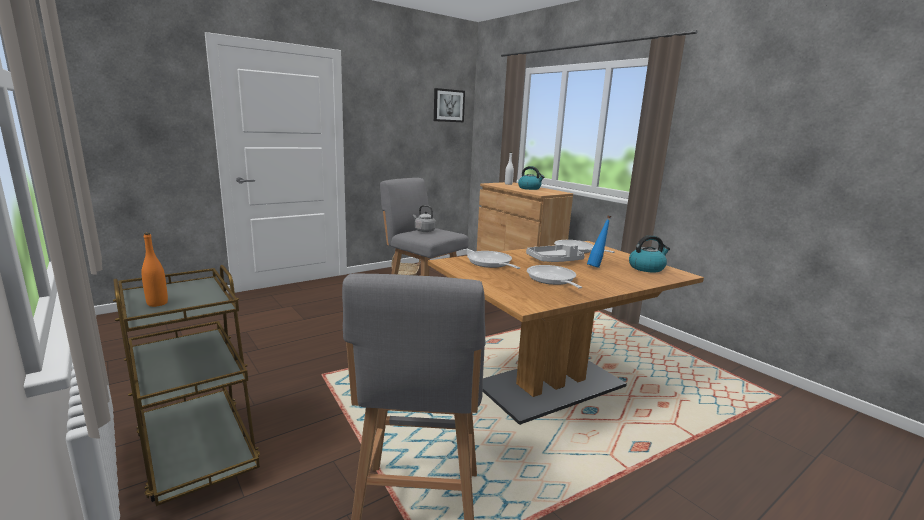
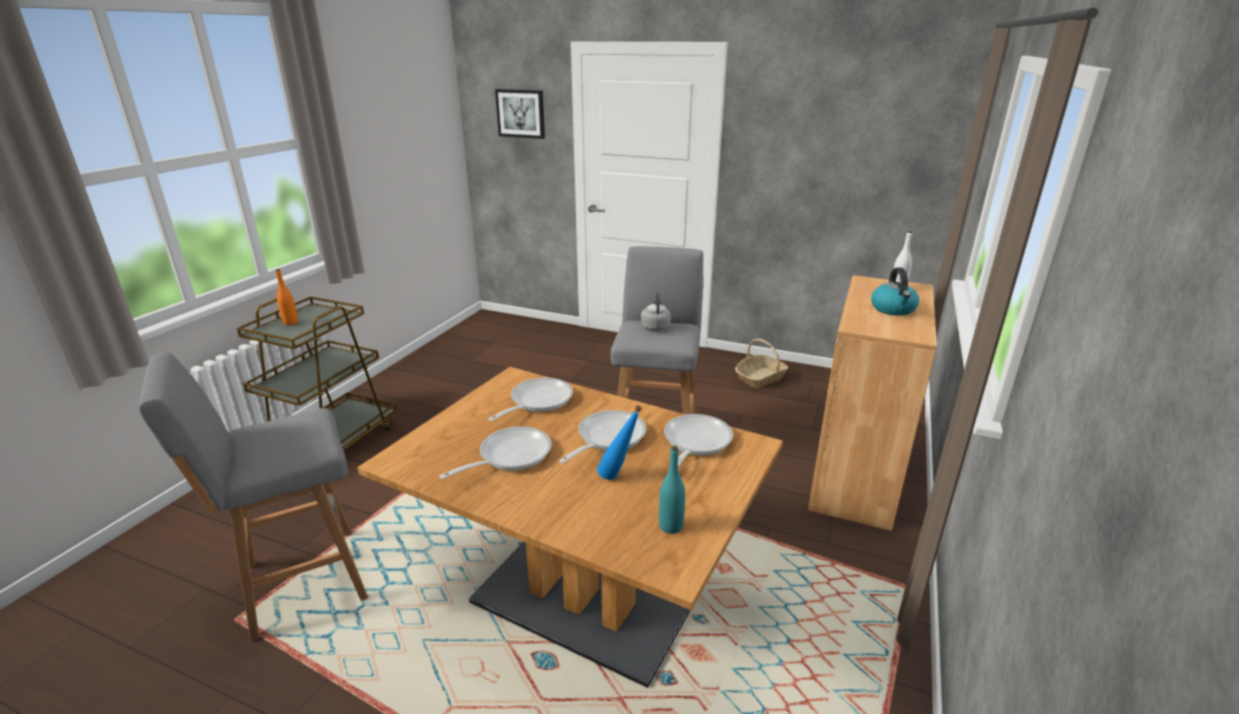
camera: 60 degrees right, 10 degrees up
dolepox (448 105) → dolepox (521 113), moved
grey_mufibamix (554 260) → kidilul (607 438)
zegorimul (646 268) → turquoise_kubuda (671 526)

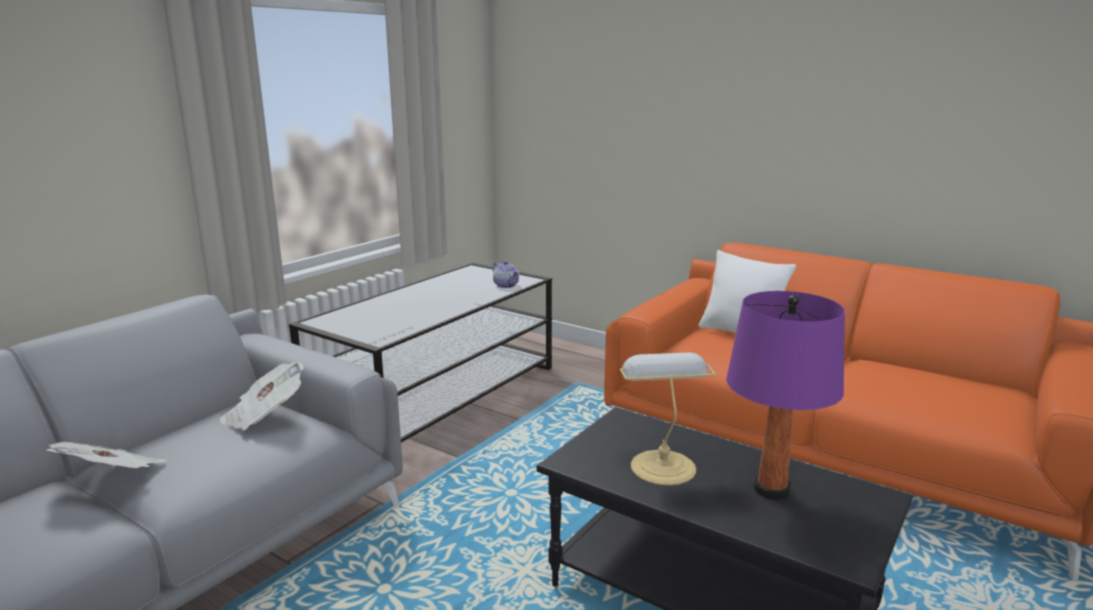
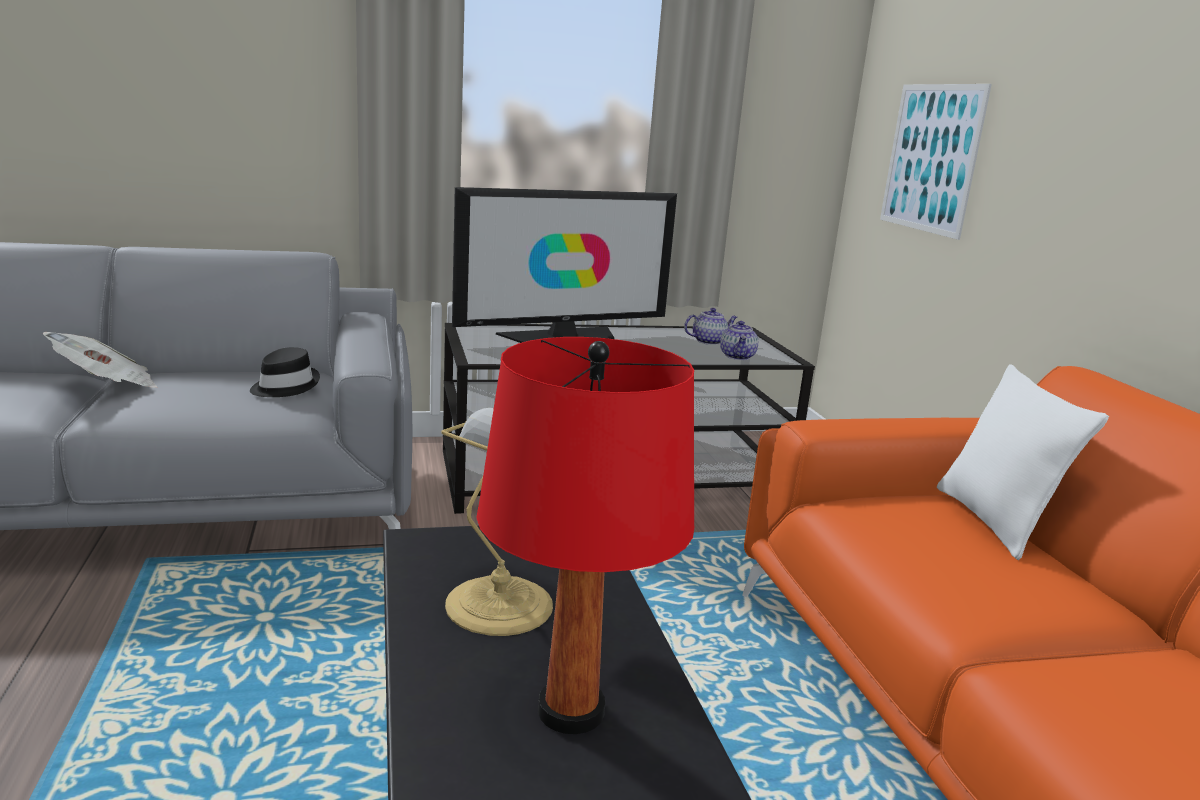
camera: 40 degrees right, 0 degrees up
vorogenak (265 416) → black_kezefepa (284 386)
- → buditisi (562 336)
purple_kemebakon (772 490) → red_kemebakon (570 712)
- → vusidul (709 341)
- → dolepox (931 158)

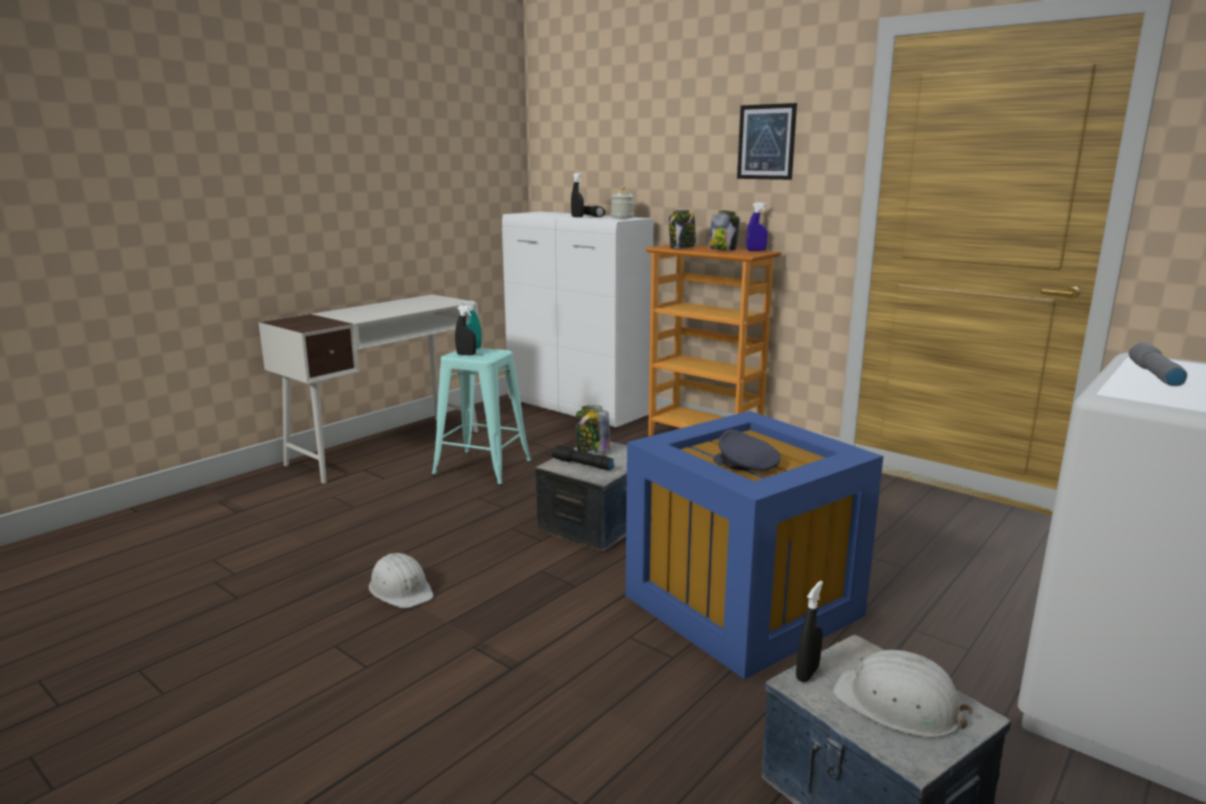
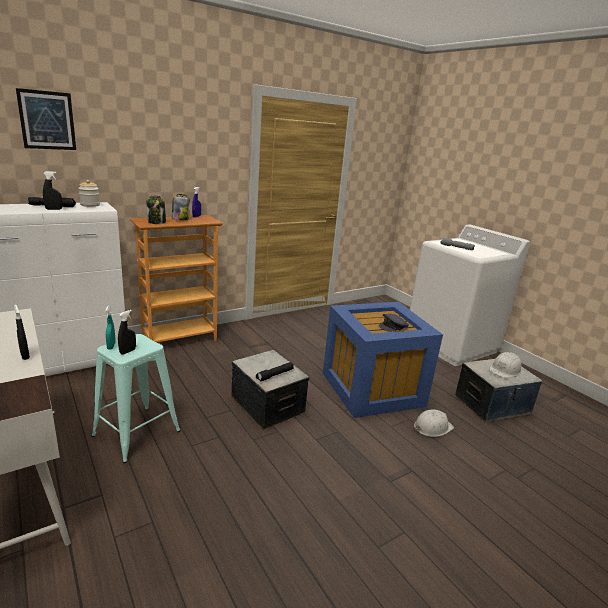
camera: 75 degrees left, 5 degrees up
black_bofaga (807 673) → black_bofaga (25 355), moved
dolepox (766 142) → dolepox (47 120), moved
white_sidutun (401 590) → white_sidutun (432 427), moved
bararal (592 450) → -

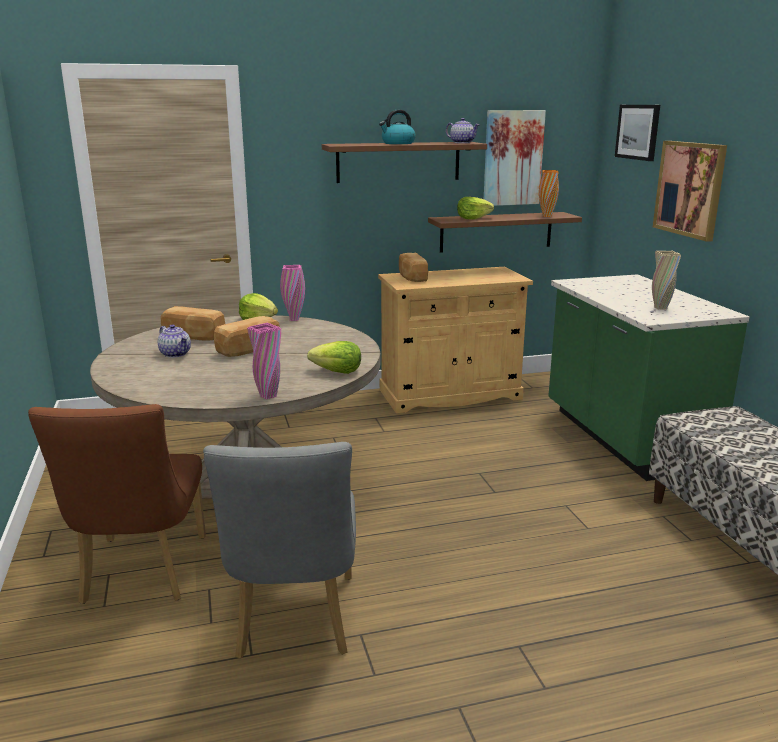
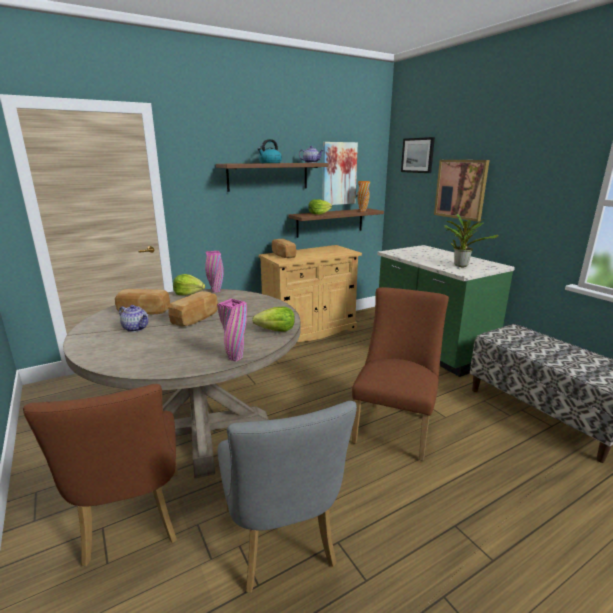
camera: 15 degrees left, 0 degrees up
- → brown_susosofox (395 426)
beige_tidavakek (660 308) → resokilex (460 265)

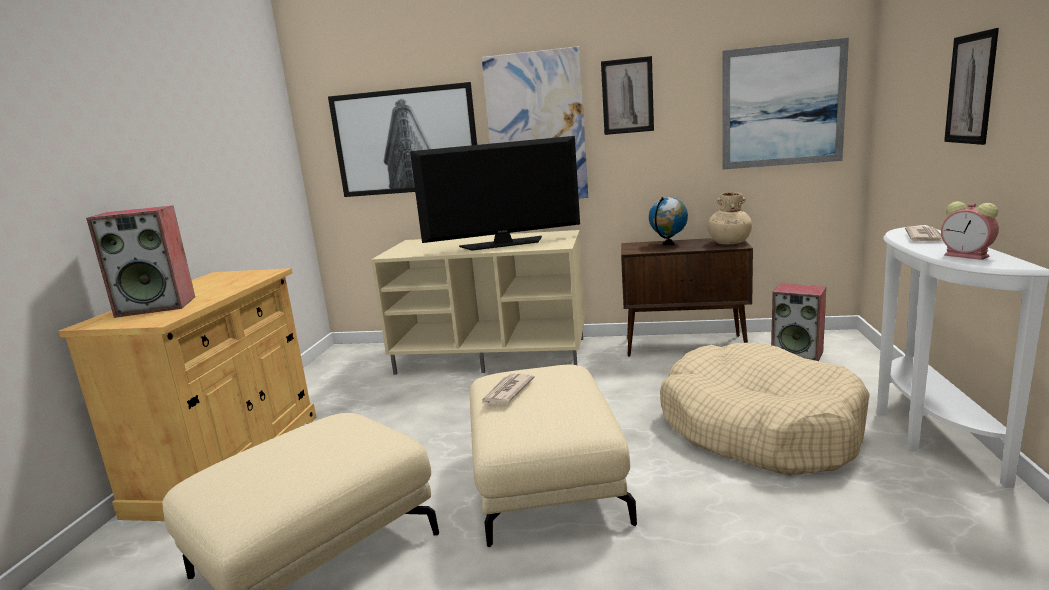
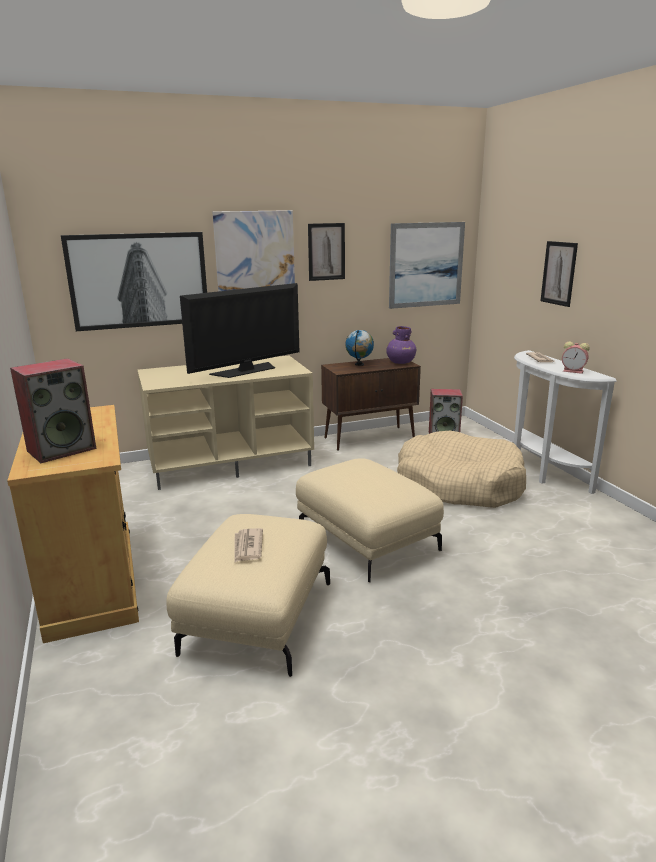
camera: 30 degrees left, 5 degrees up
vorogenak (507 392) → vorogenak (247 547), moved
beige_tidavakek (729 243) → purple_tidavakek (400 362)

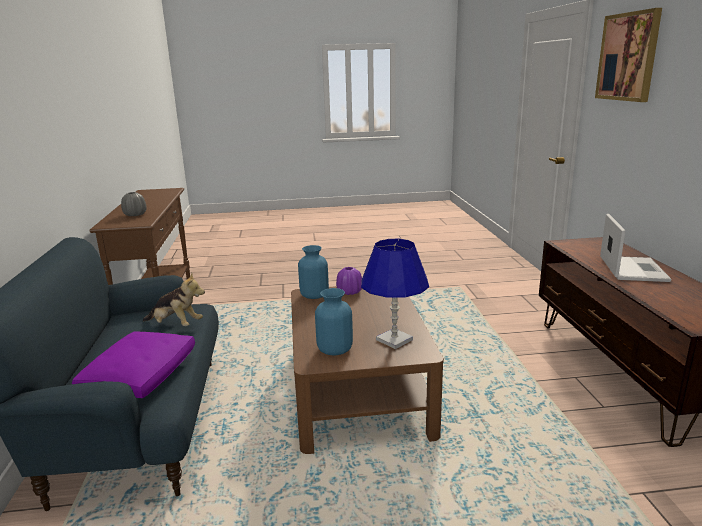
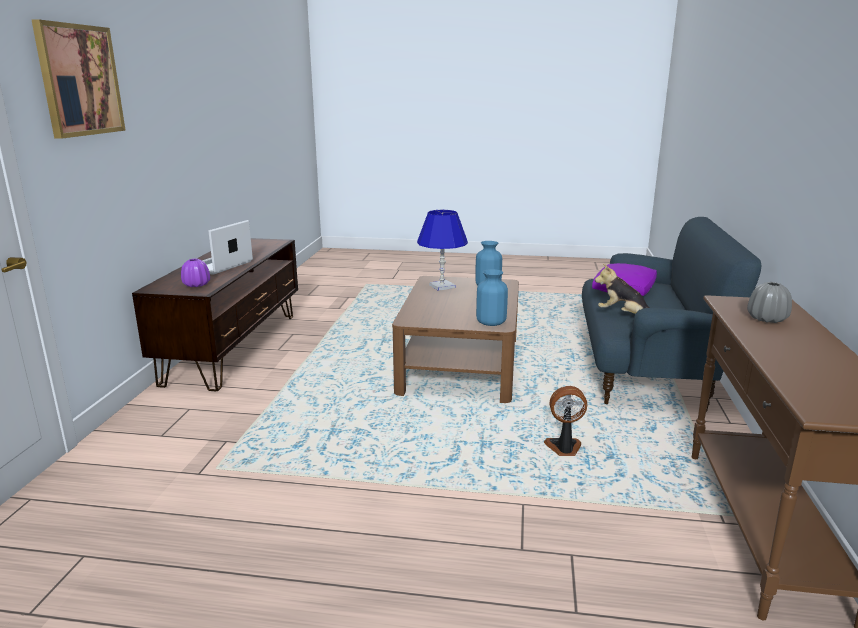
camera: 165 degrees left, 0 degrees up
purple_tidavakek (349 292) → purple_tidavakek (196 285), moved
- → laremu (564 448)

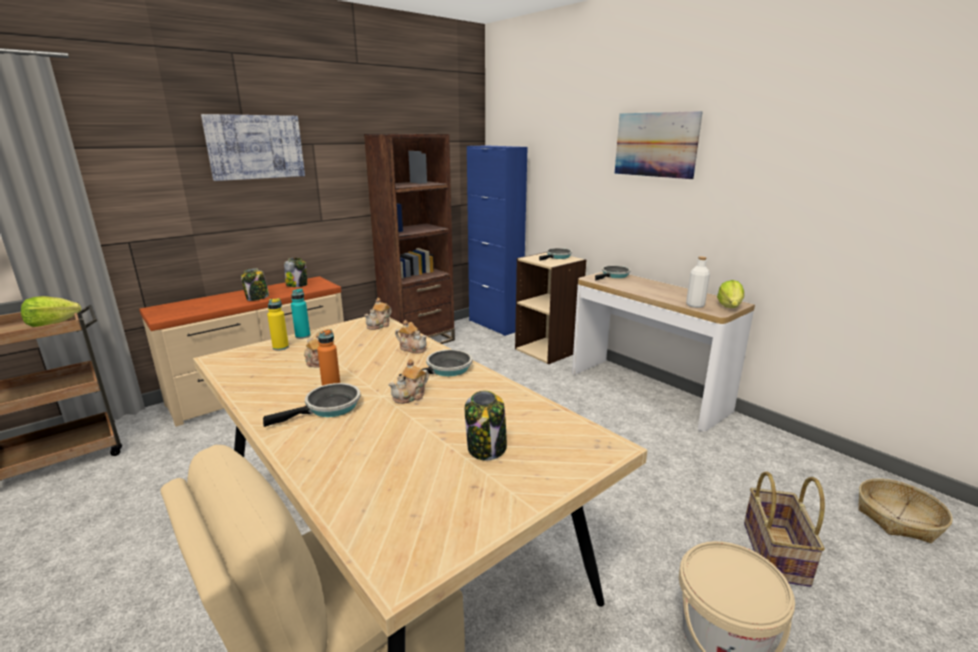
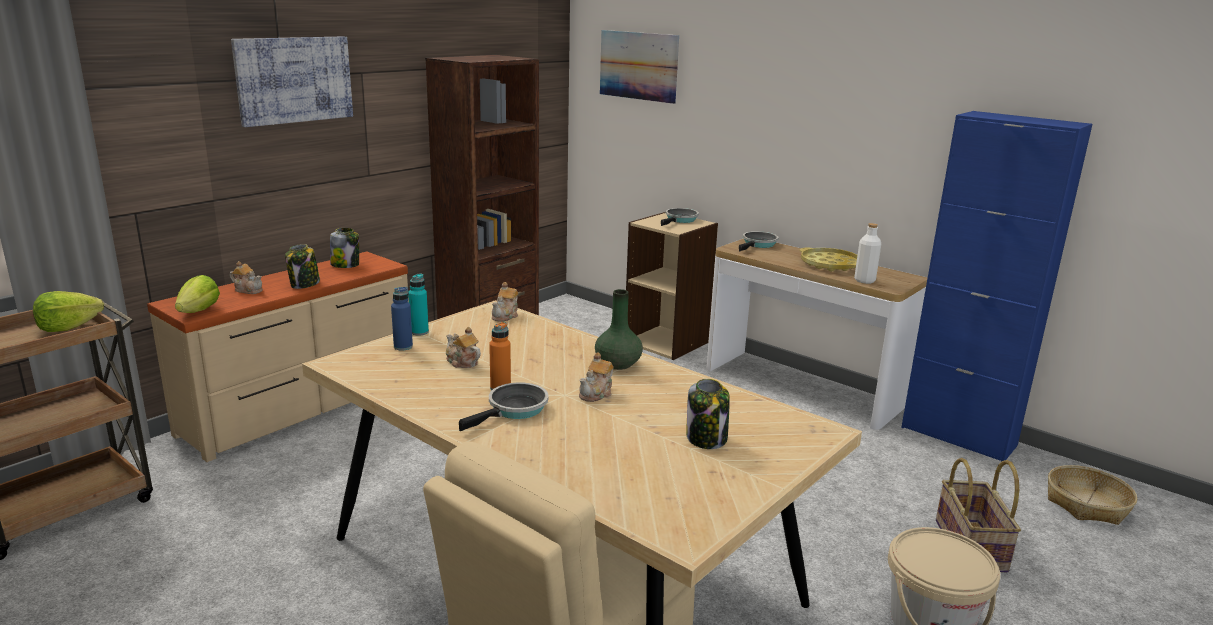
camera: 10 degrees left, 0 degrees up
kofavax (729 307) → kofavax (199 311), moved
vusidul (412 348) → vusidul (248 290), moved
yellow_kubuda (280 347) → blue_kubuda (403 347)
kidilul (446 369) → green_tidavakek (618 364)
dolepox (655 145) → dolepox (638 66), moved
- → yellow_mufibamix (829 264)
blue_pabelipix (495 325) → blue_pabelipix (958 436), moved

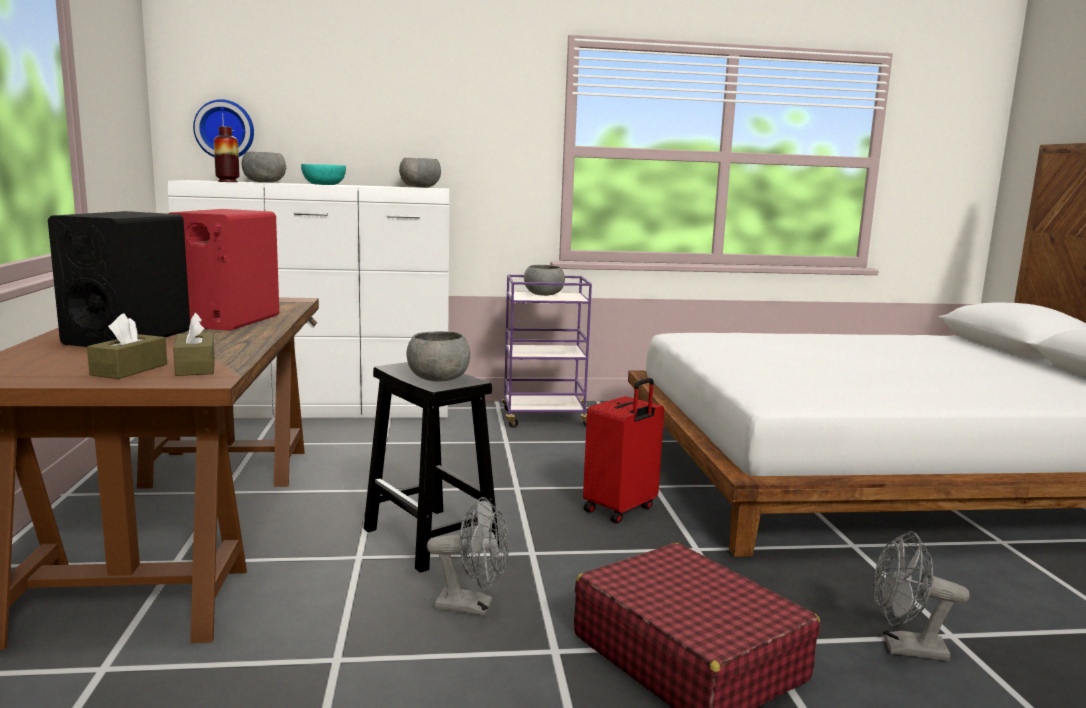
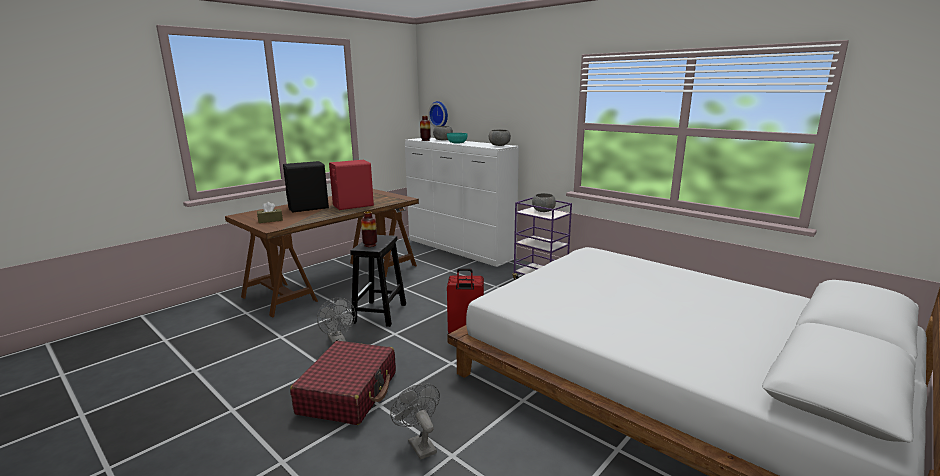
camera: 50 degrees right, 5 degrees up
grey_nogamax (439 379) → tidavakek (370 245)
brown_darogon (195 367) → -

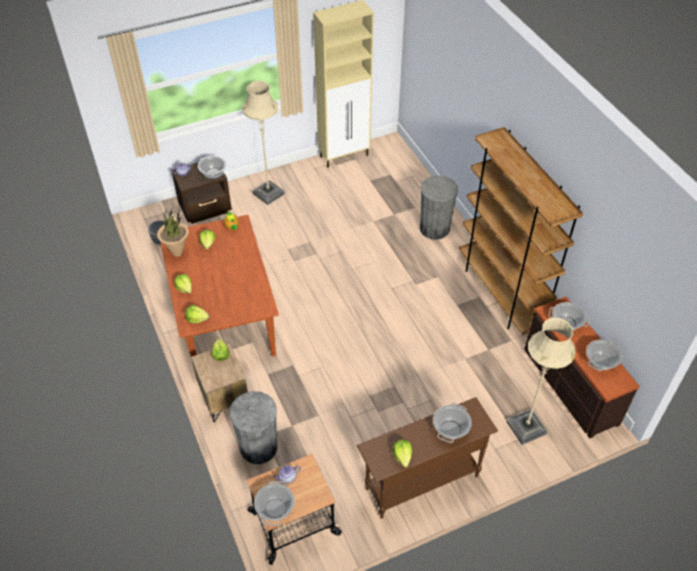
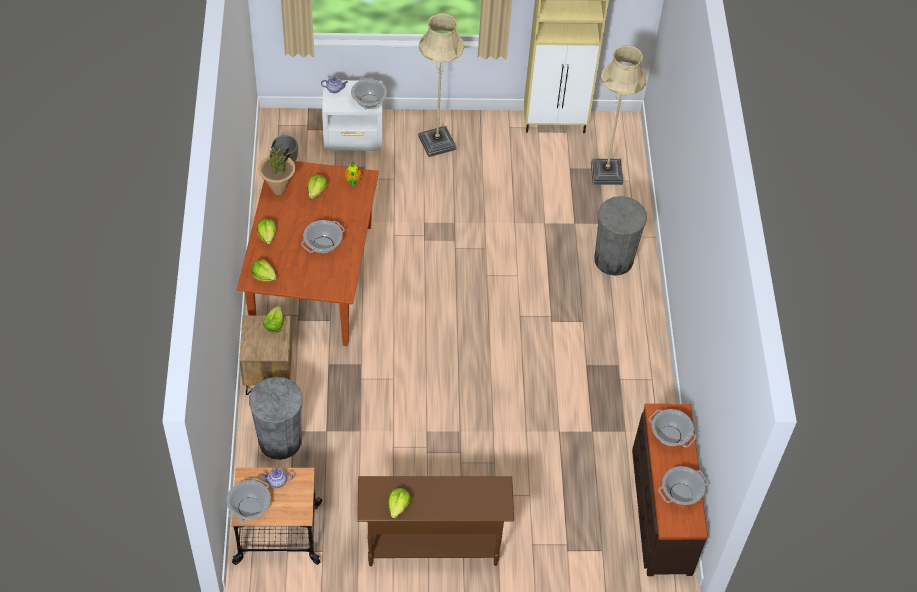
camera: 20 degrees right, 5 degrees up
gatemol (450 429) → gatemol (323 244), moved
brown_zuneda (206 209) → white_zuneda (354 138)
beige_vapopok (526 427) → beige_vapopok (606 173), moved
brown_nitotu (500 294) → -

